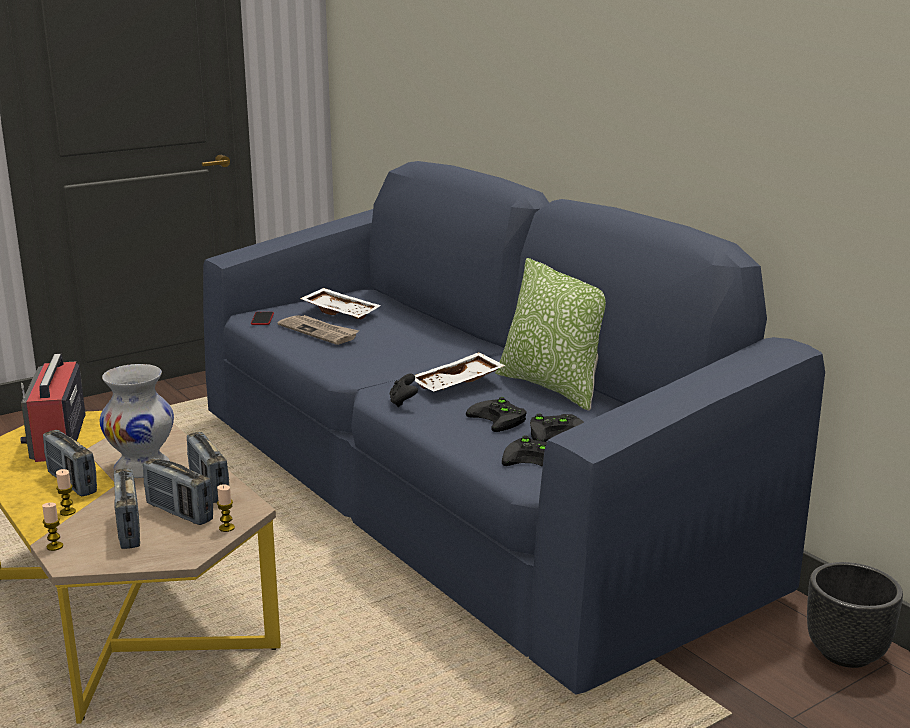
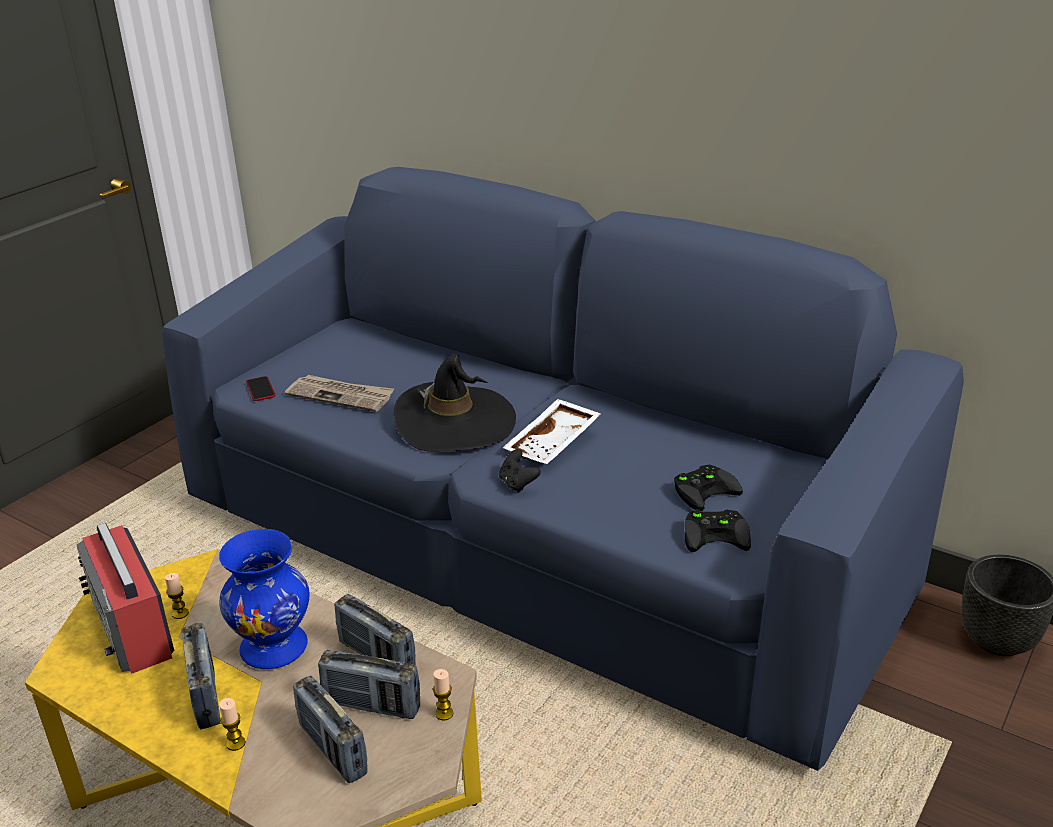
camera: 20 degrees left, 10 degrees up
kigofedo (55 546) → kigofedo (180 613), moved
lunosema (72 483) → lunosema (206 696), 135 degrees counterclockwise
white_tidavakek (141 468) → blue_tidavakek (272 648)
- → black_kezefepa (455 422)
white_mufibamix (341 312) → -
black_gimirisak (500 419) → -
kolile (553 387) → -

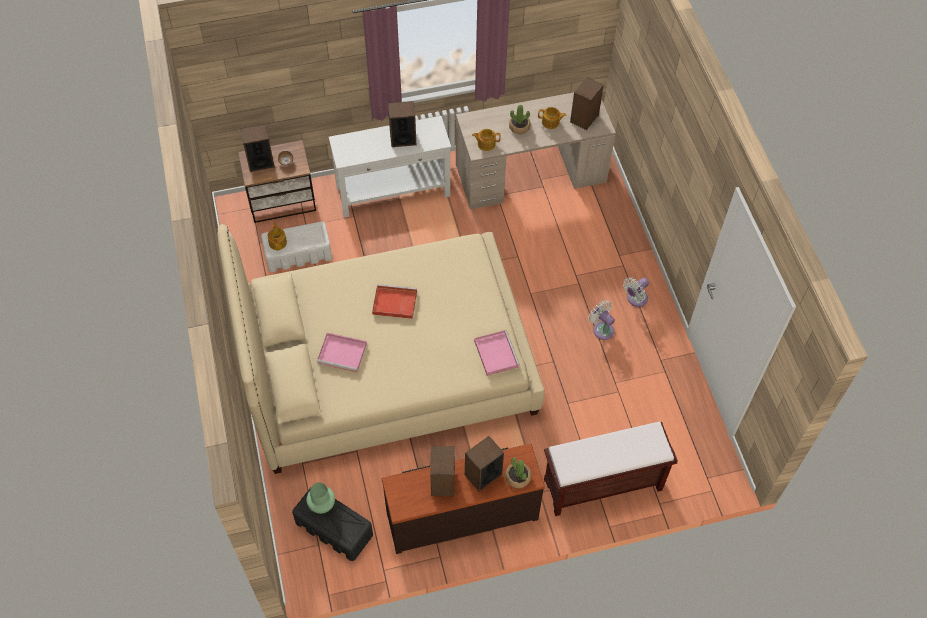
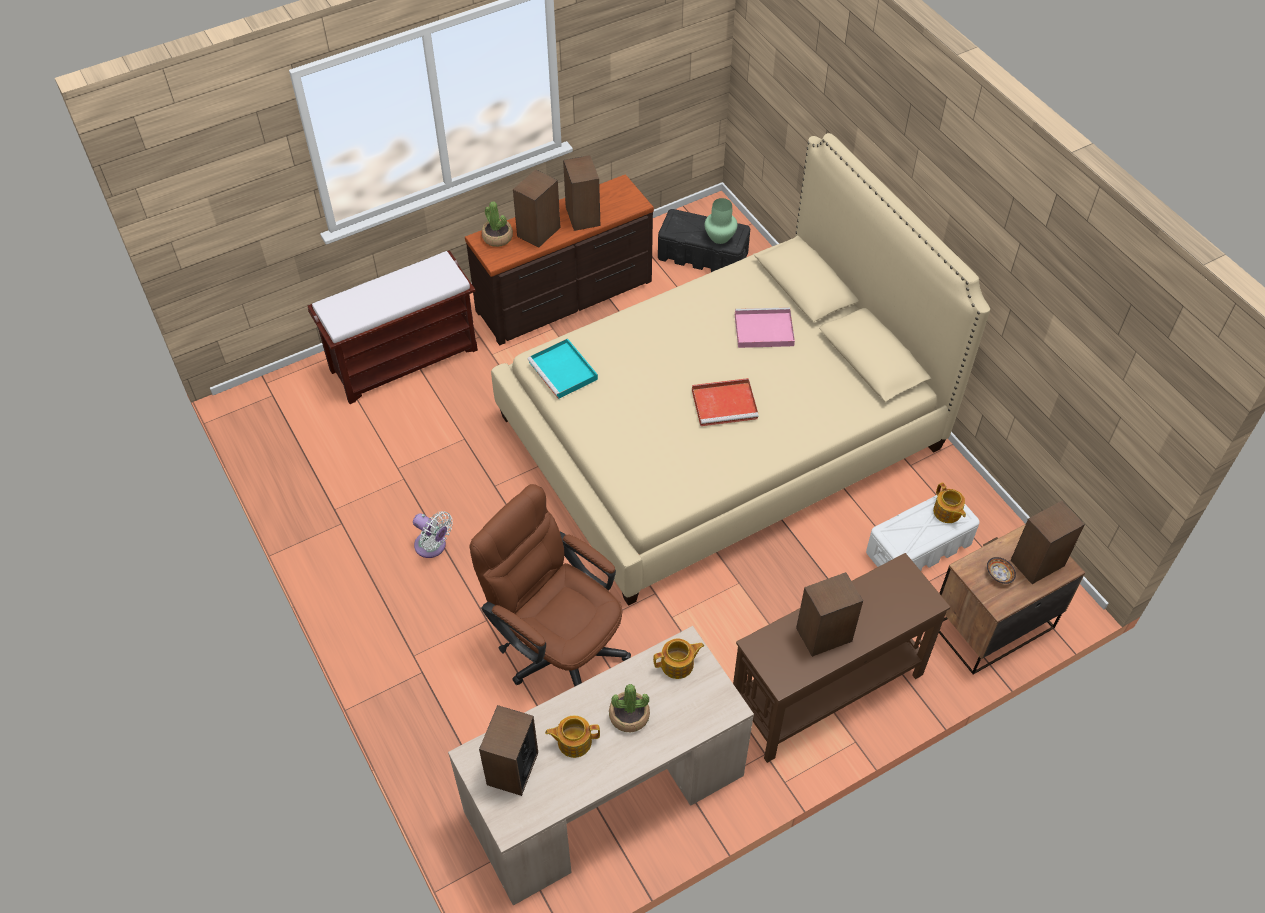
camera: 165 degrees right, 5 degrees down
- → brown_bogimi (557 646)
pink_mufibamix (495 353) → turquoise_mufibamix (564 371)
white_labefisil (394 192) → brown_labefisil (825 691)
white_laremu (635 299) → -

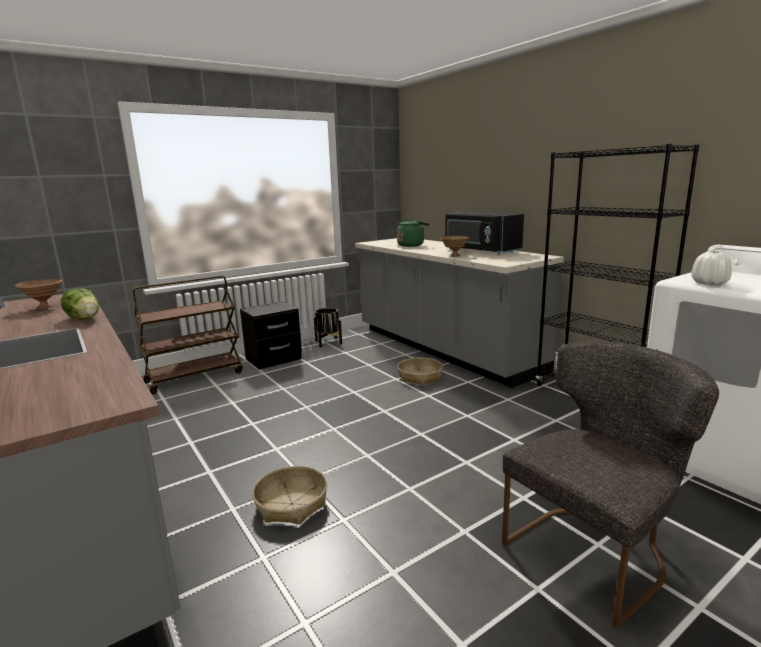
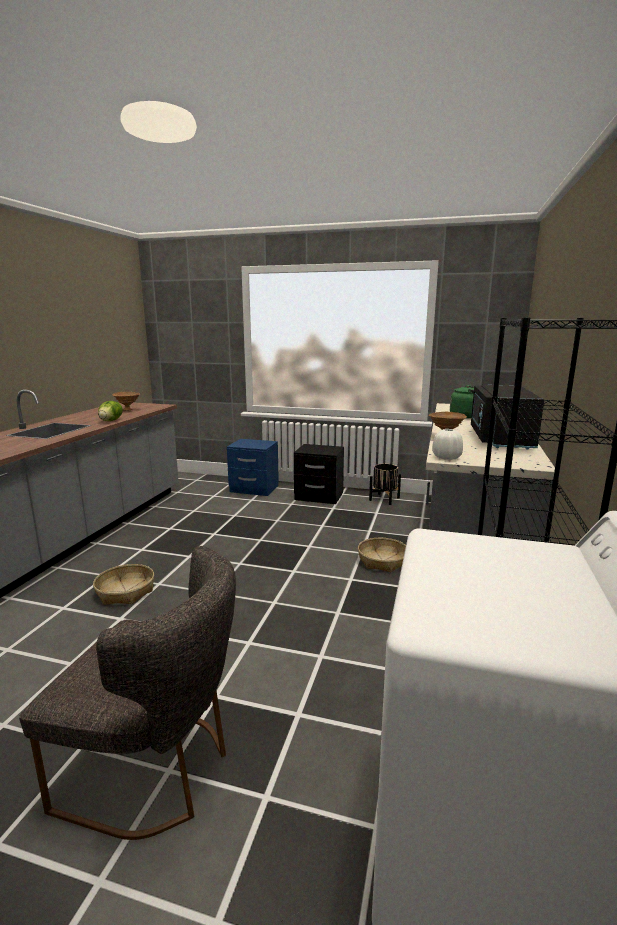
camera: 50 degrees right, 0 degrees up
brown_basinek (195 377) → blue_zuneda (254 489)
white_tidavakek (709 283) → white_tidavakek (446 457), moved

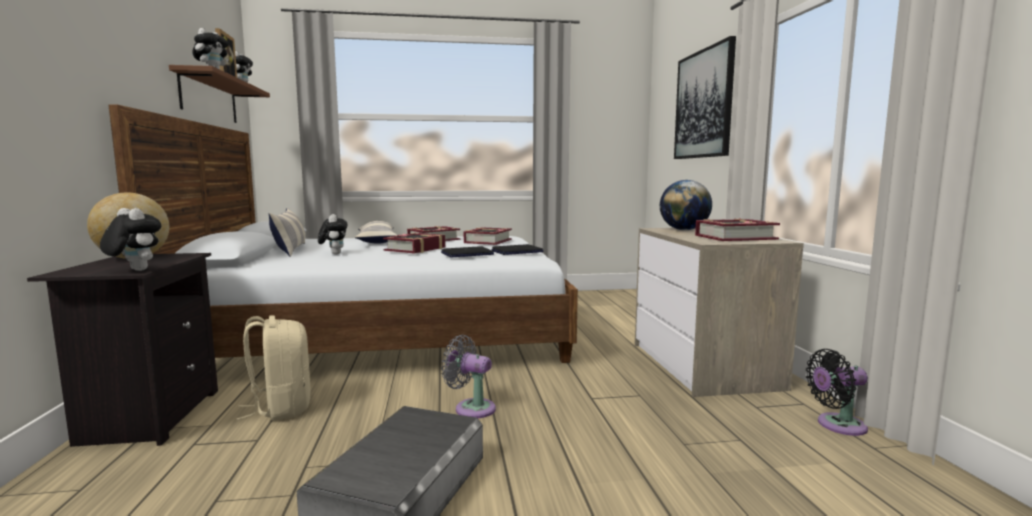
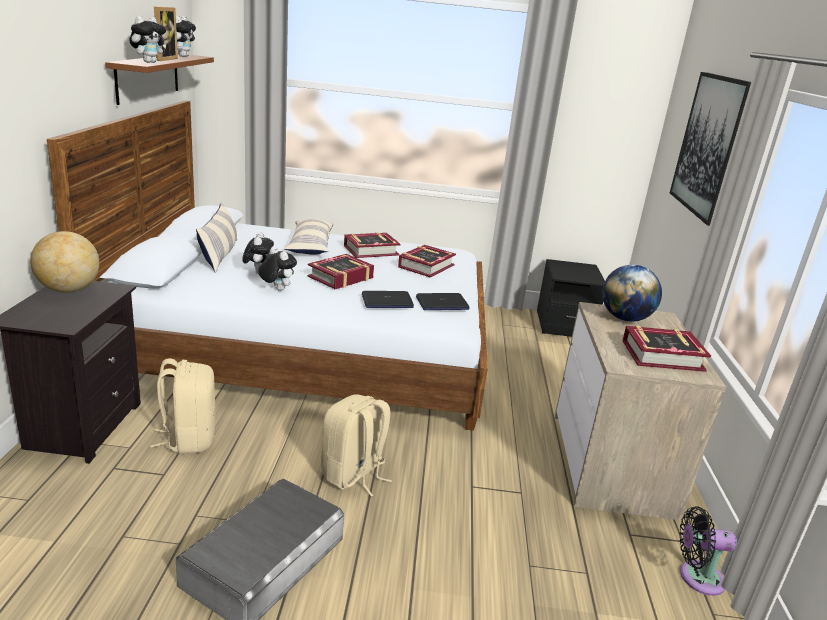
camera: 10 degrees right, 15 degrees up
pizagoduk (134 270) → pizagoduk (276 289), moved
grey_laremu (471 408) → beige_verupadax (354 475)
- → black_zuneda (564 325)

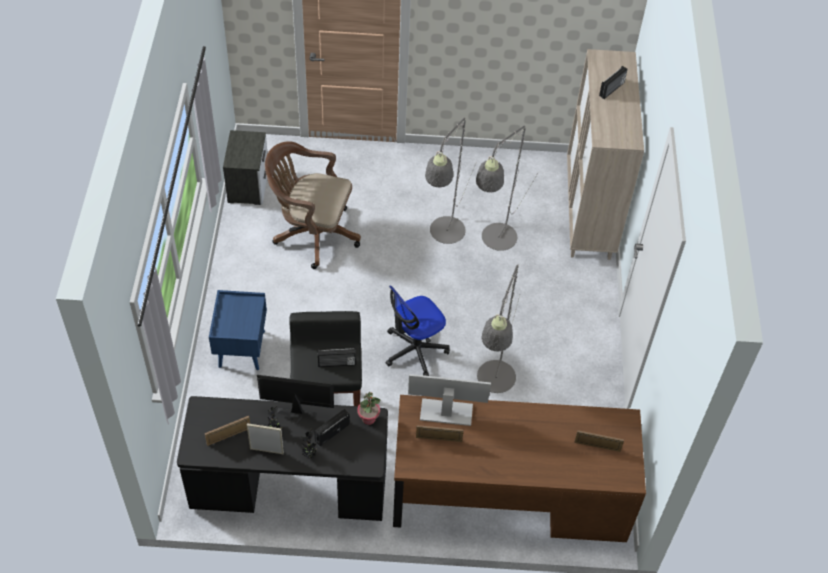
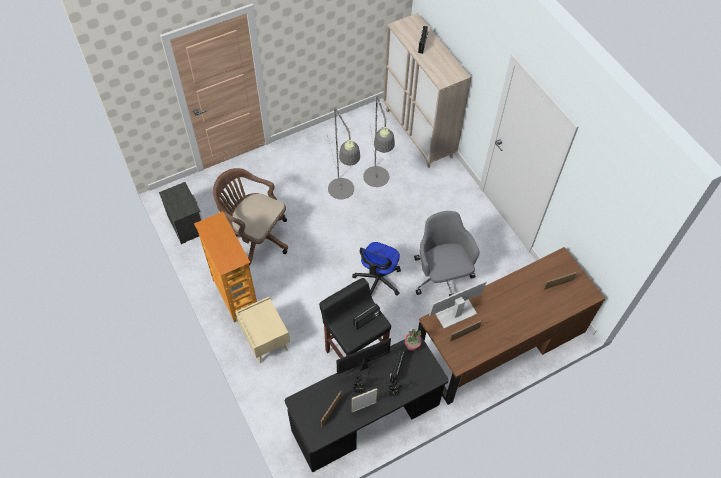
camera: 30 degrees left, 5 degrees up
- → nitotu (234 295)
brown_bogimi (312 233) → brown_bogimi (255 236), 45 degrees clockwise
blue_zuneda (241 348) → beige_zuneda (265 341)
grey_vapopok (494 385) → grey_bogimi (442 276)

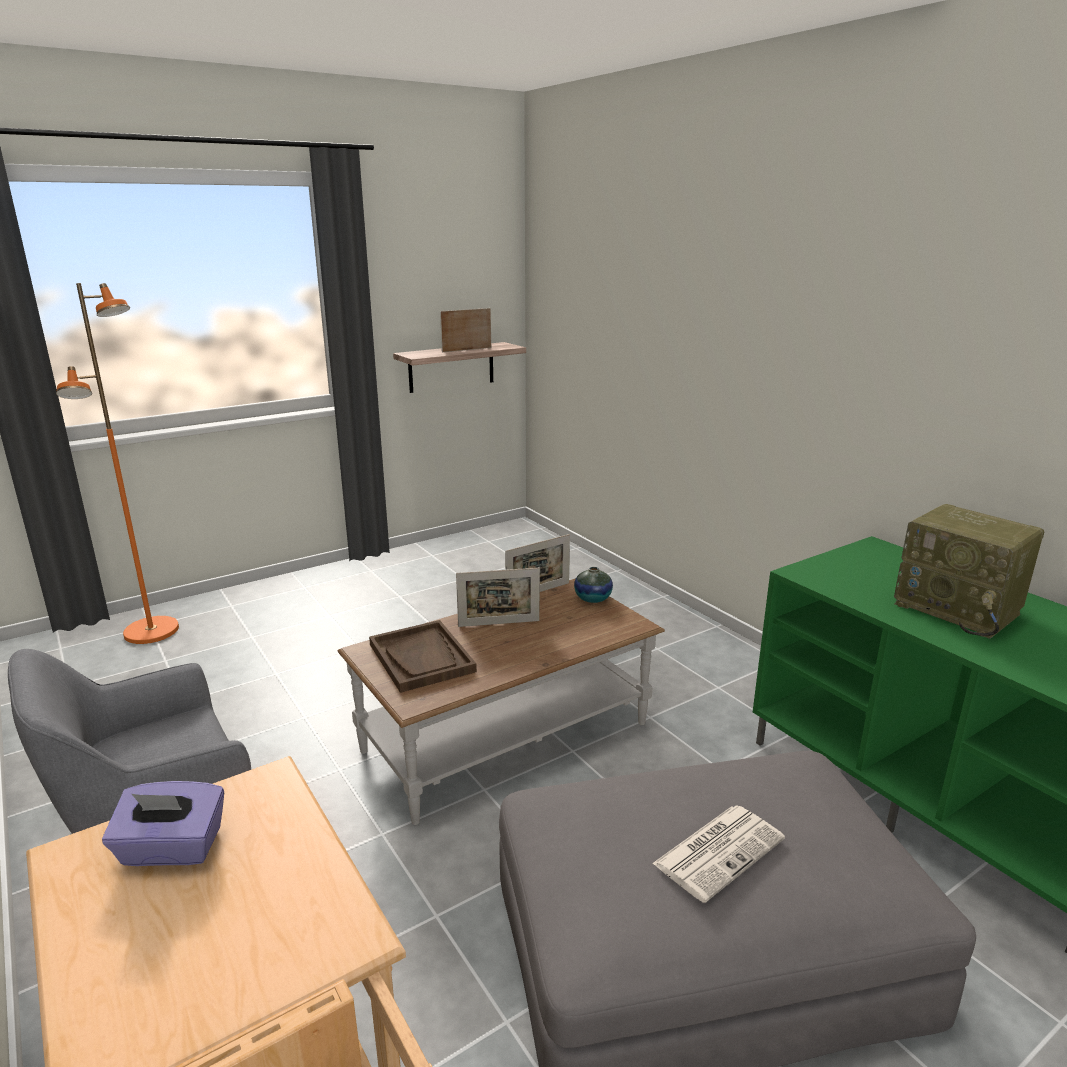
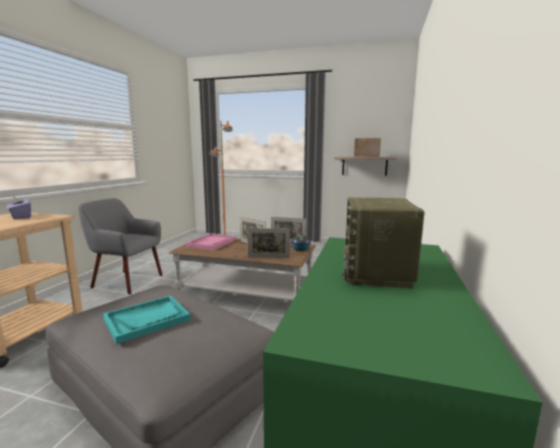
camera: 50 degrees right, 10 degrees down
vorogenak (719 850) → turquoise_mufibamix (147 319)
brown_mufibamix (422 658) → pink_mufibamix (211 243)
- → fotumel (268 257)

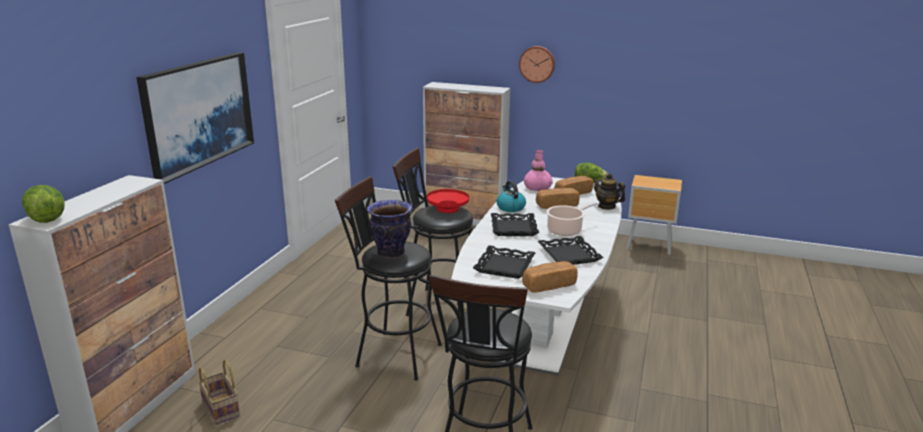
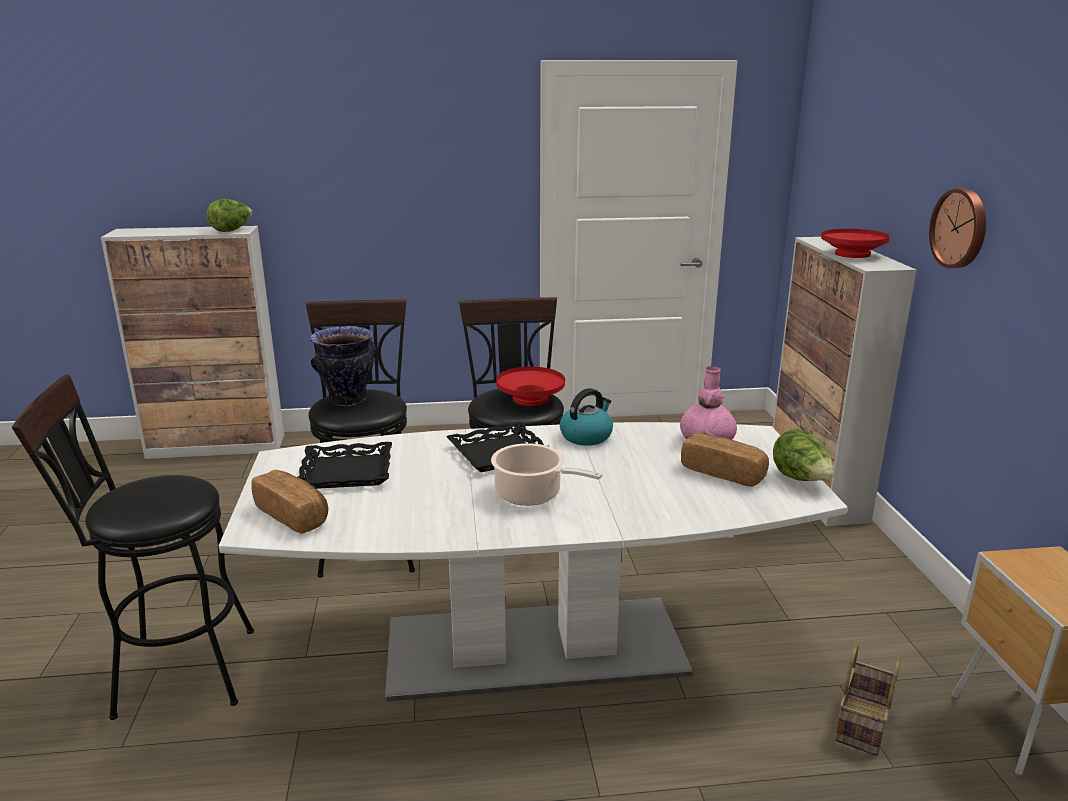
camera: 65 degrees right, 0 degrees up
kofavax (47 218) → kofavax (232 230), moved
- → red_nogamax (852 254)
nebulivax (222 409) → nebulivax (863 726), moved
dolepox (198 113) → -
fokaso (556 205) → -
black_mufibamix (569 255) → -
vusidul (606 206) → -

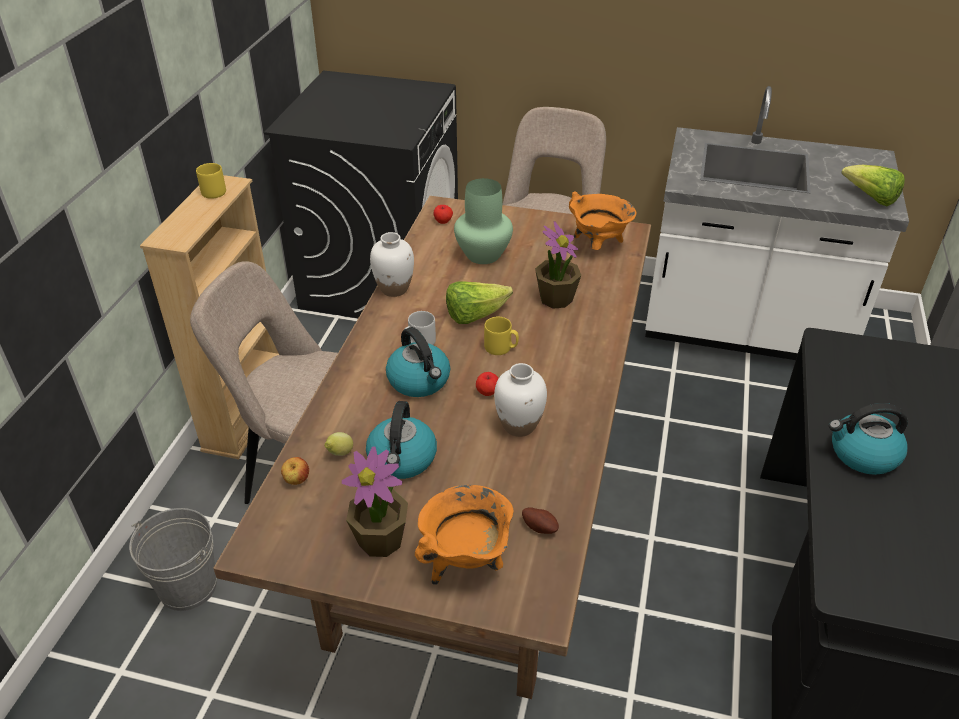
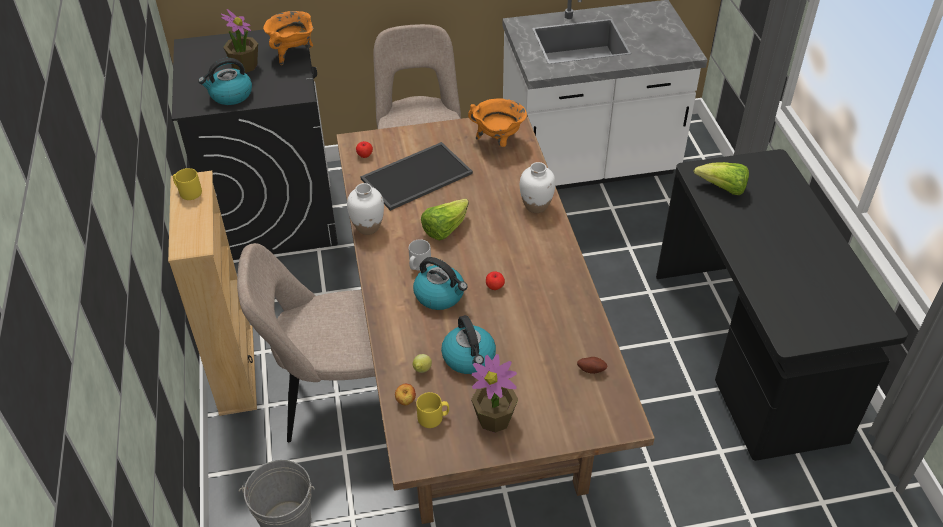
camera: 25 degrees left, 5 degrees up
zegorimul (862 454) → zegorimul (230 95), moved
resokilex (556 298) → resokilex (244 66), moved
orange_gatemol (466 562) → orange_gatemol (293 54), moved
green_tidavakek (483 254) → mufibamix (416 175)
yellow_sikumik (501 348) → yellow_sikumik (433 418), moved
white_tidavakek (519 425) → white_tidavakek (536 206), moved
kofavax (870 198) → kofavax (722 189), moved

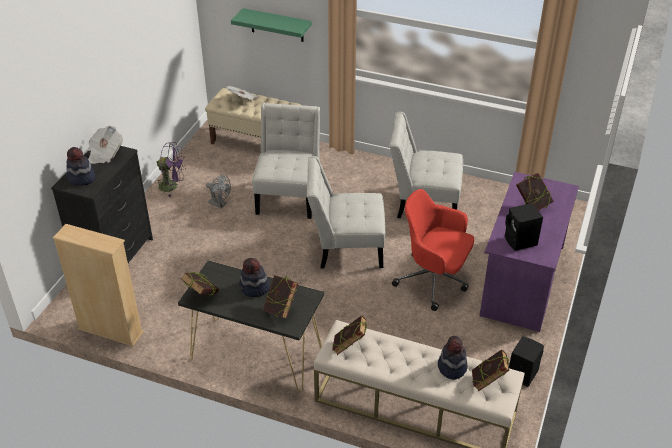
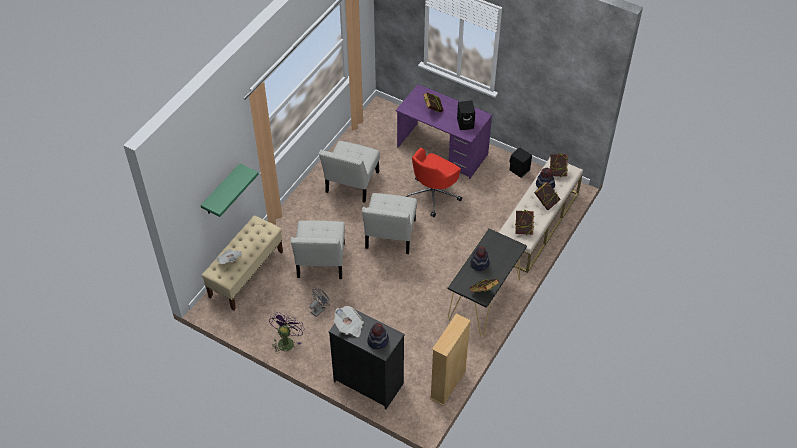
camera: 80 degrees left, 10 degrees up
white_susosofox (289 195) → white_susosofox (320 263), 105 degrees counterclockwise
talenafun (281 309) → talenafun (546 203), moved

